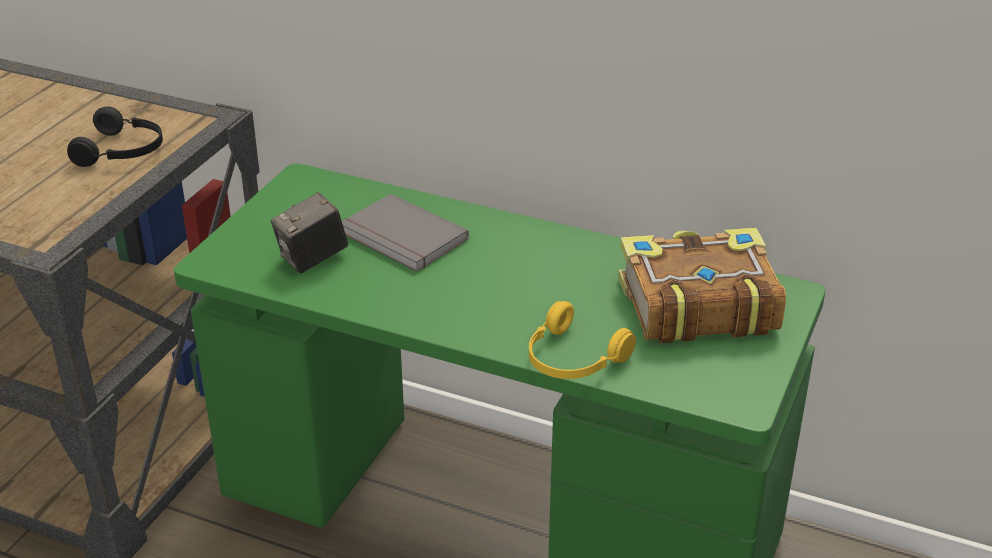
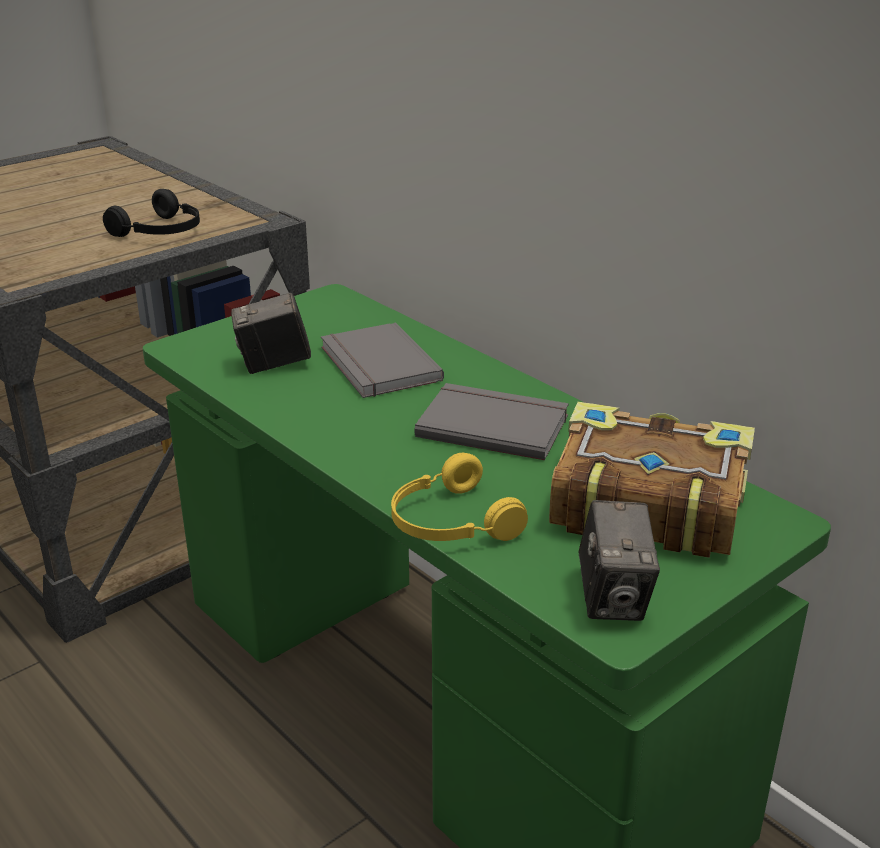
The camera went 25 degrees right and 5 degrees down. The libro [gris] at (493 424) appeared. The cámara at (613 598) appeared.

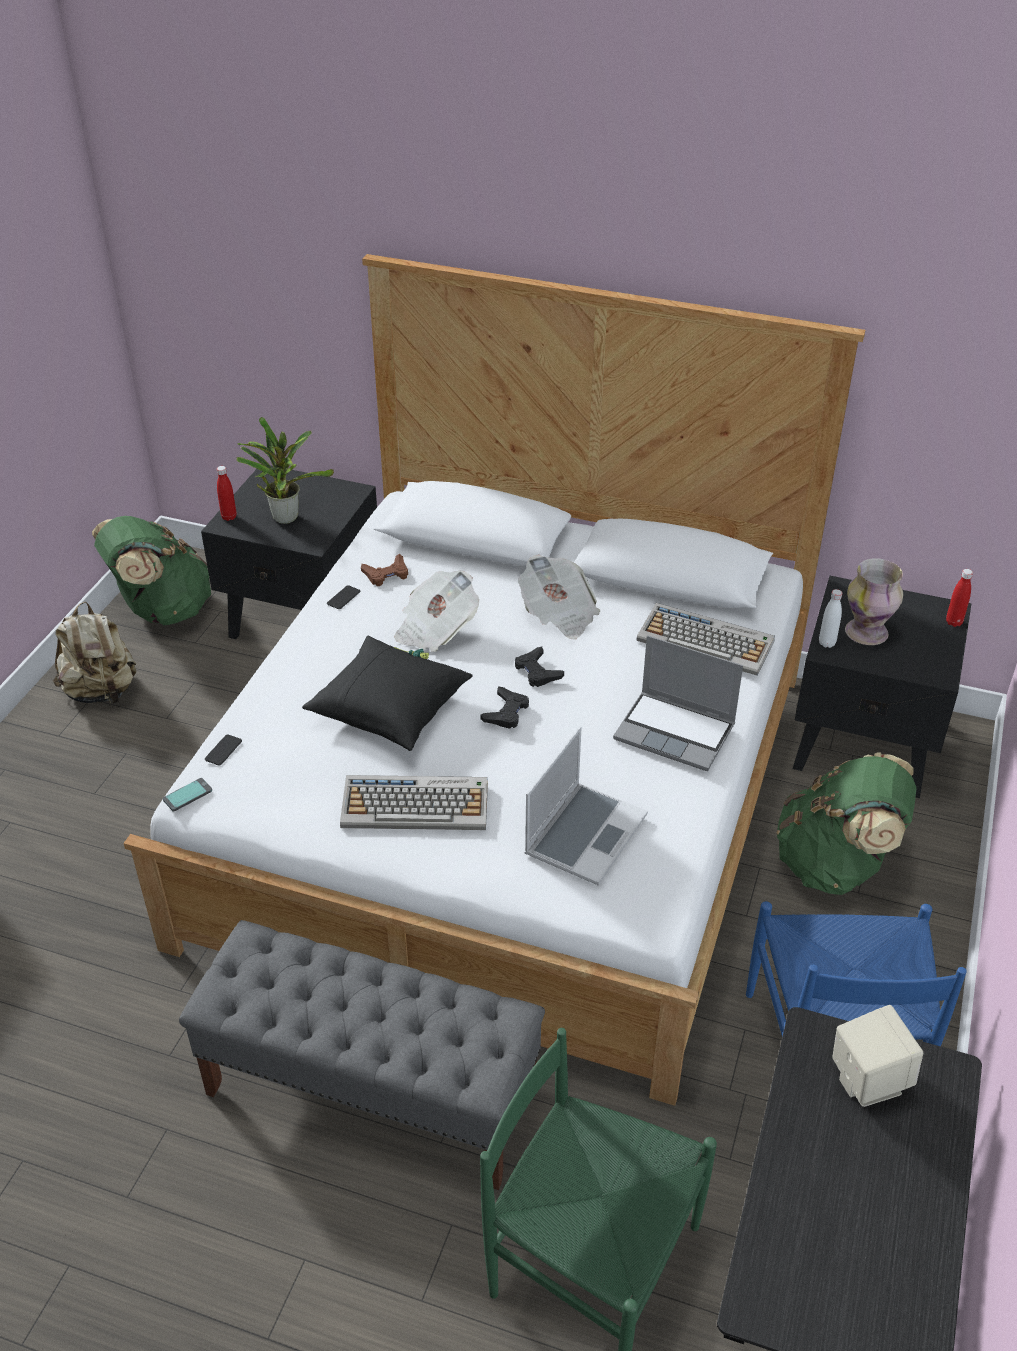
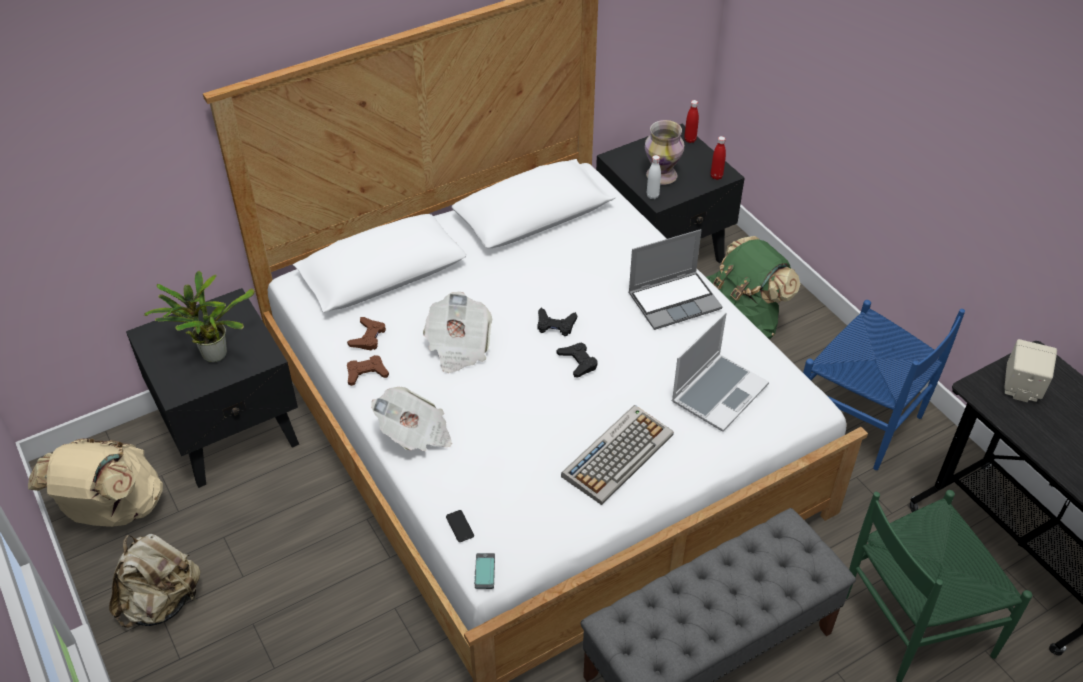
The camera went 50 degrees left and 5 degrees up. The cojín [negro] at (390 709) disappeared. The teclado at (706 641) disappeared. The botella [rojo] moved from (229 517) to (716 176). The periódico moved from (558 614) to (415 434). The móvil at (343 598) was replaced by the mando de consola [marrón] at (366 373). The mochila [verde] at (162 610) became the mochila [beis] at (112 511). The portátil at (585 833) turned 60 degrees clockwise.

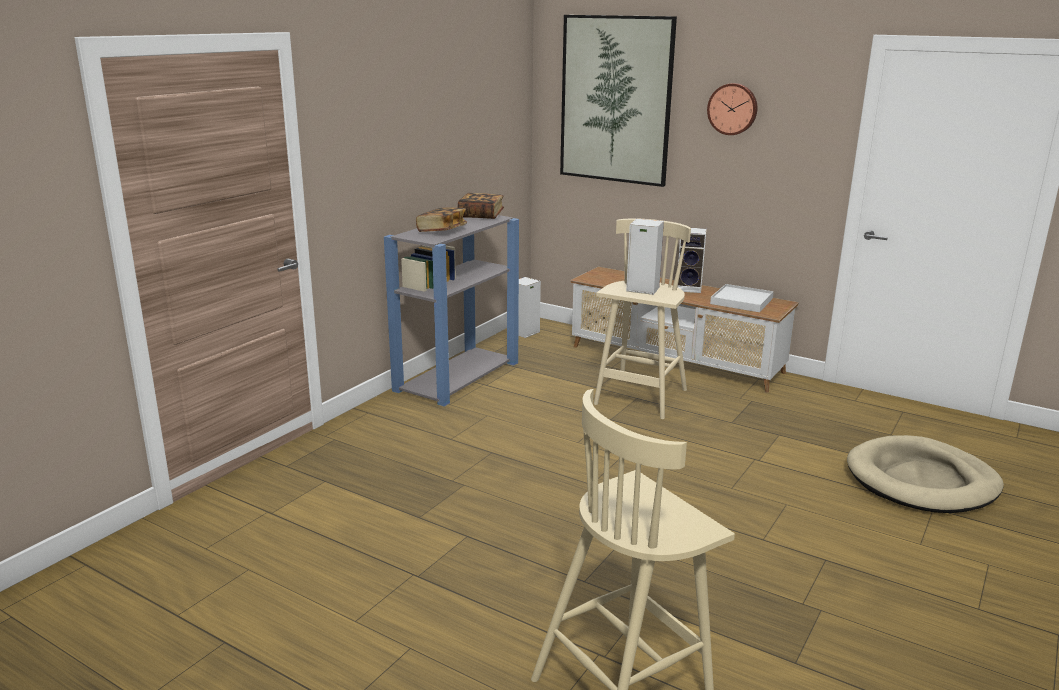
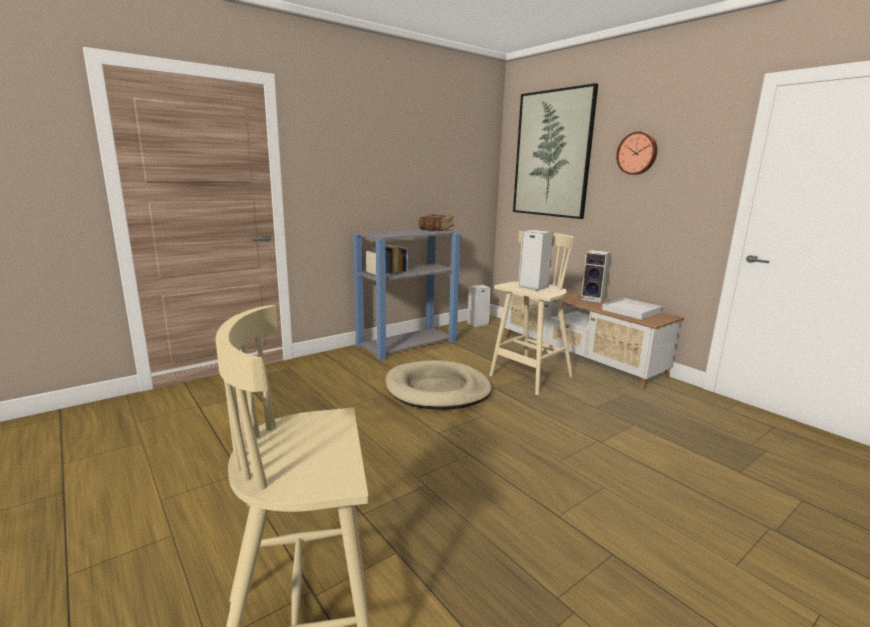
The camera went 20 degrees right and 5 degrees down. The libro at (442 230) disappeared. The cama para perro [beis] moved from (921 481) to (437 390).

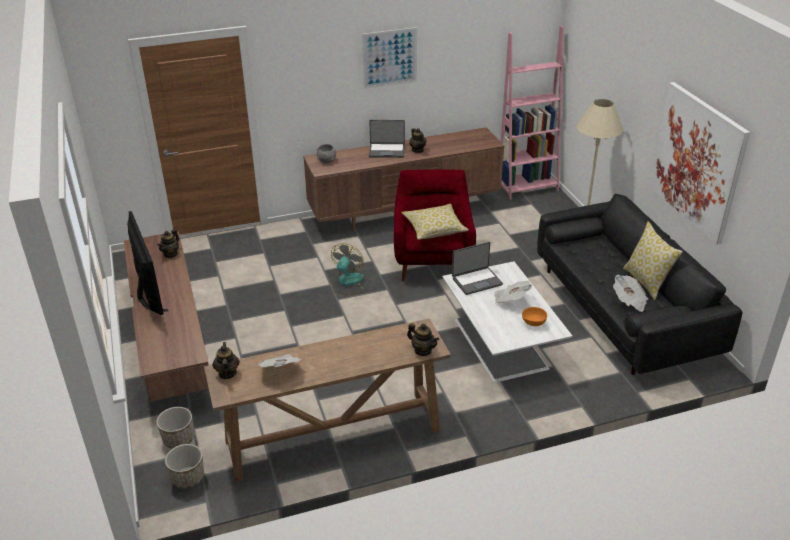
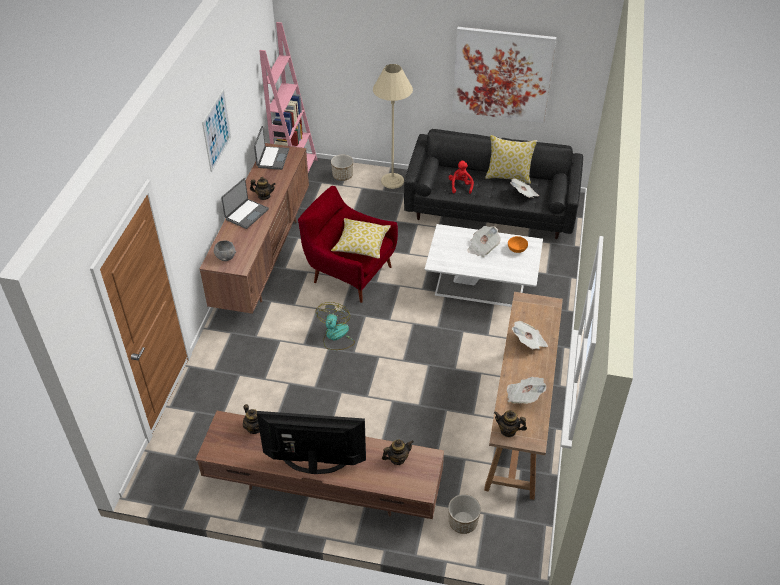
The camera went 60 degrees left and 10 degrees up. The peluche [rojo] at (460 186) appeared. The periódico at (529 342) appeared. The maceta moved from (188 478) to (342 176). The tetera moved from (423 350) to (397 458). The portátil moved from (476 281) to (272 158). The ventilador at (347 283) turned 45 degrees clockwise.

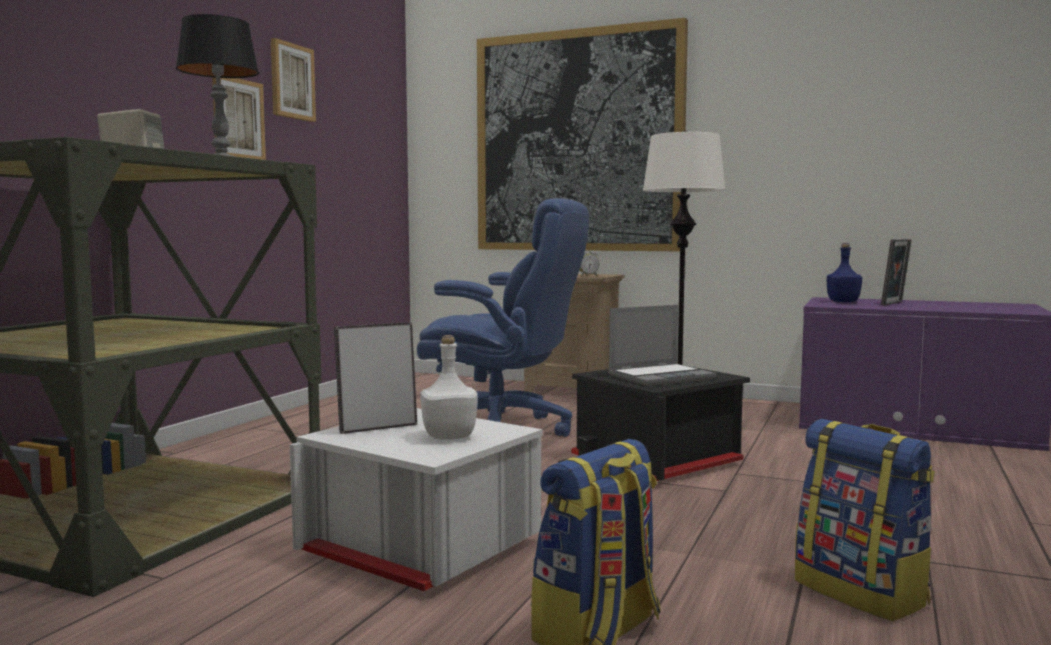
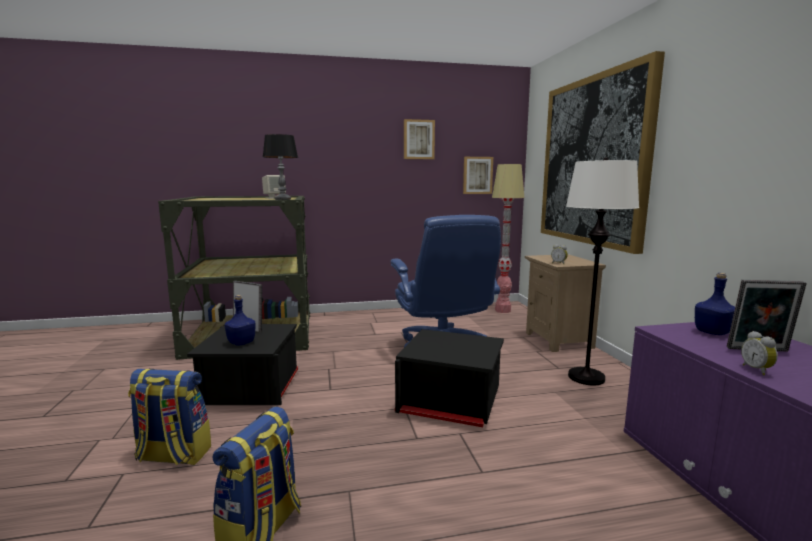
The camera went 55 degrees right and 5 degrees up. The portátil at (661 377) disappeared. The lámpara de pie at (502 310) appeared. The despertador at (757 370) appeared. The cuadro moved from (237 119) to (477 175). The caja de almacenaje [blanco] at (420 549) became the caja de almacenaje [negro] at (249 389). The botella [blanco] at (450 437) became the botella [azul] at (241 343).

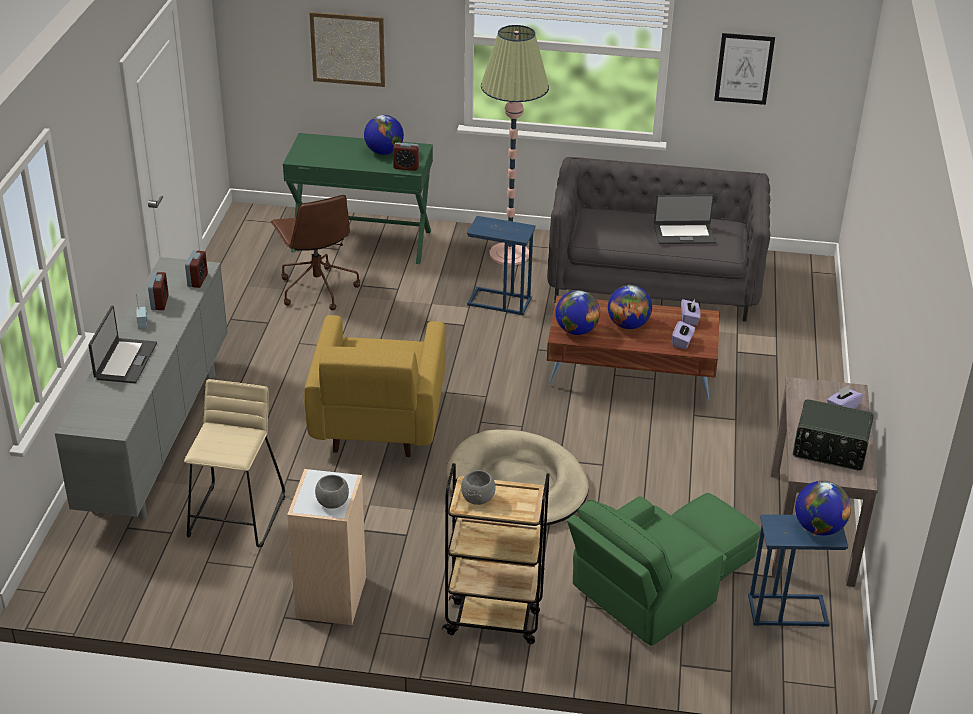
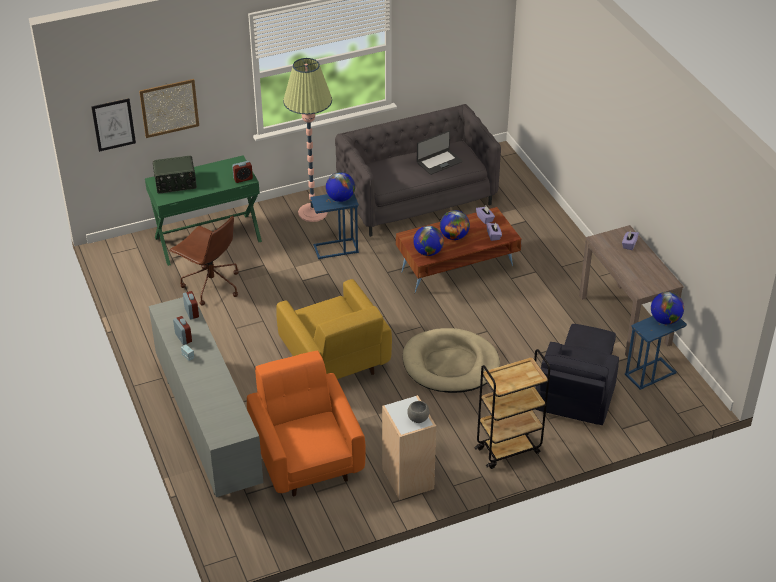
The camera went 30 degrees left and 5 degrees up. The portátil at (125 361) disappeared. The cuenco [gris] at (478 499) disappeared. The globo terráqueo moved from (384 152) to (340 198). The cuadro moved from (744 68) to (113 124). The radio moved from (829 450) to (175 183). The taburete [beis] at (237 516) was replaced by the sillón [naranja] at (306 456). The sillón [verde] at (658 589) became the sillón [negro] at (577 391).

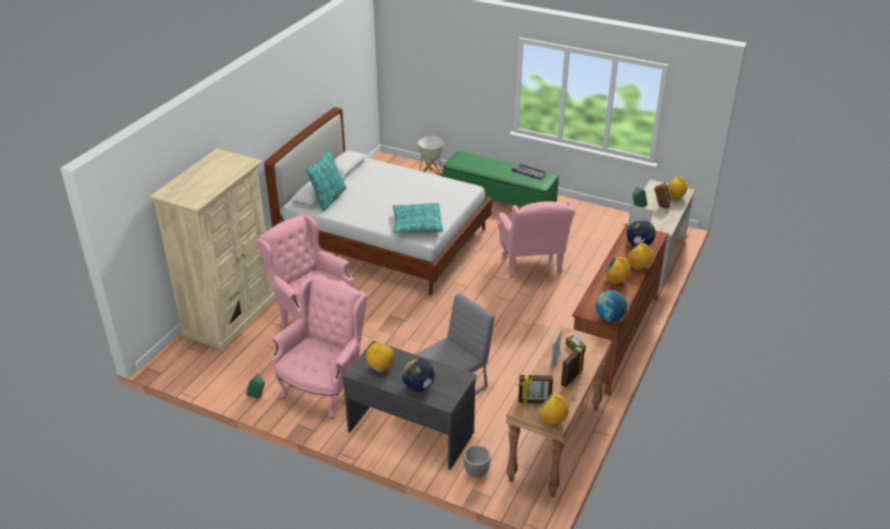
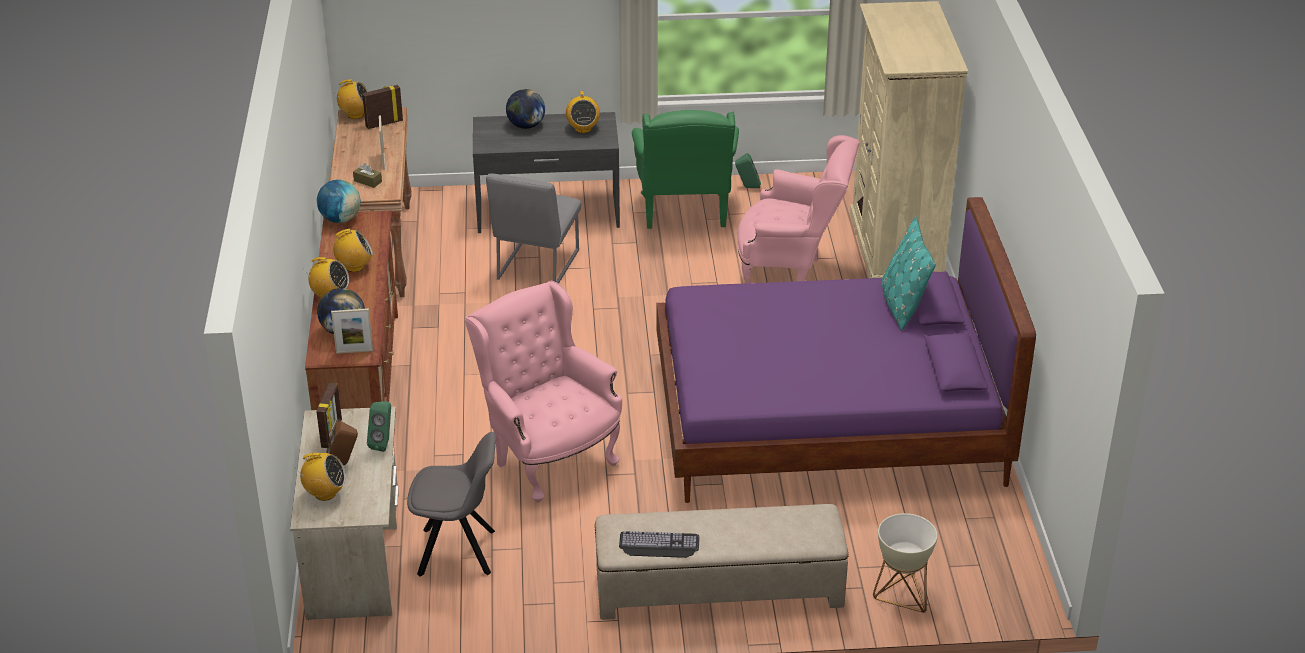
The camera went 150 degrees right and 0 degrees up. The cojín [turquesa] at (417 225) disappeared. The maceta at (476 472) disappeared. The silla [gris] at (457 552) appeared. The portarretratos moved from (571 378) to (332 434). The cama [blanco] at (385 240) became the cama [morado] at (827 422). The sillón [rosa] at (324 388) became the sillón [verde] at (685 217). The banco [verde] at (499 197) became the banco [beis] at (717 588).

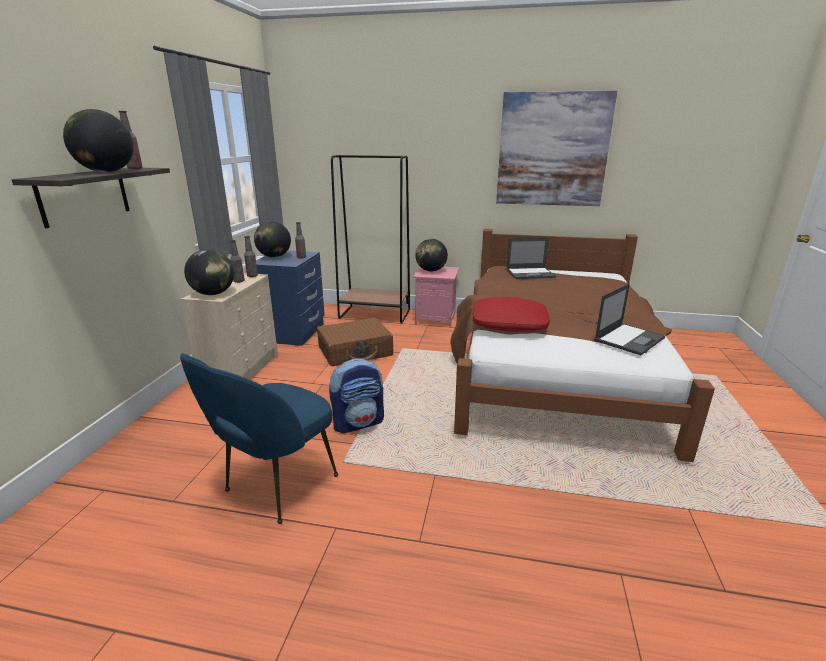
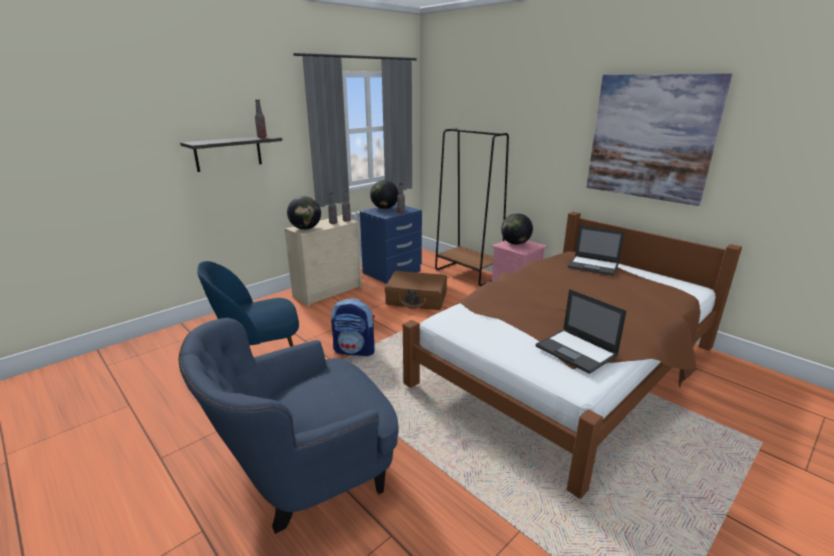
The camera went 35 degrees right and 0 degrees up. The globo terráqueo at (107 172) disappeared. The cojín [rojo] at (509 324) disappeared. The sillón [azul] at (304 474) appeared. The portátil at (629 339) turned 60 degrees clockwise.

